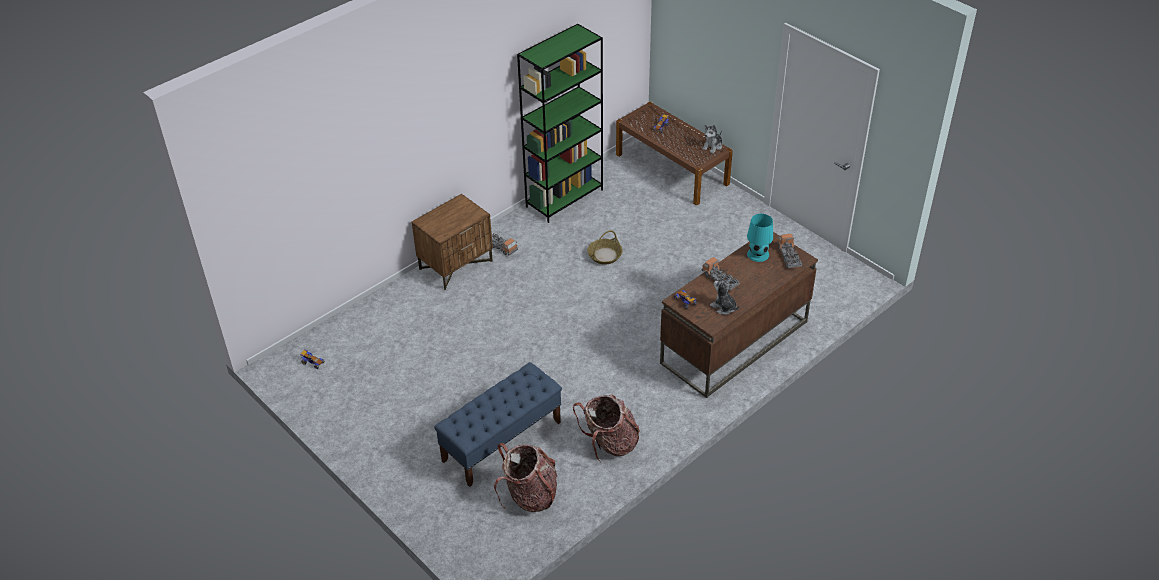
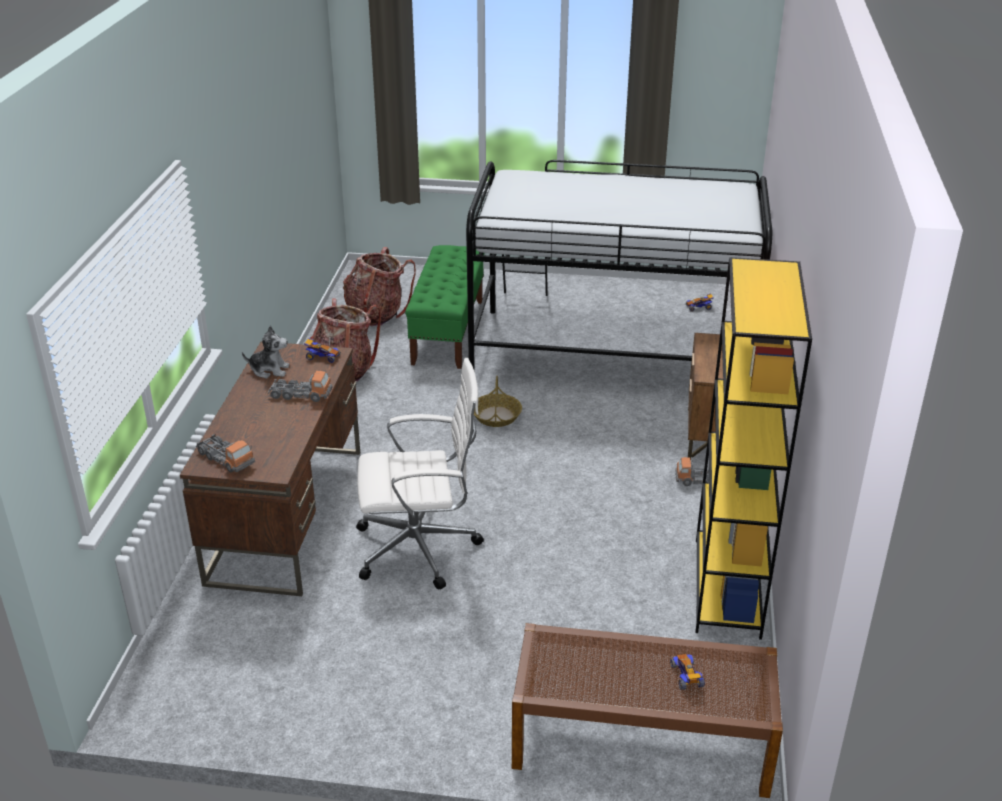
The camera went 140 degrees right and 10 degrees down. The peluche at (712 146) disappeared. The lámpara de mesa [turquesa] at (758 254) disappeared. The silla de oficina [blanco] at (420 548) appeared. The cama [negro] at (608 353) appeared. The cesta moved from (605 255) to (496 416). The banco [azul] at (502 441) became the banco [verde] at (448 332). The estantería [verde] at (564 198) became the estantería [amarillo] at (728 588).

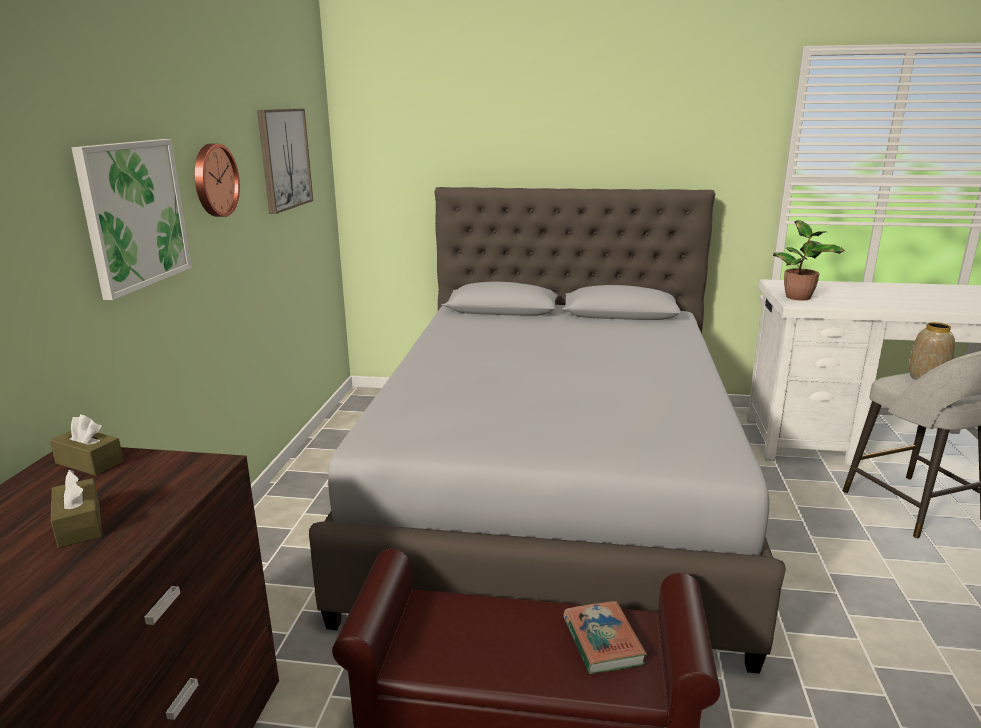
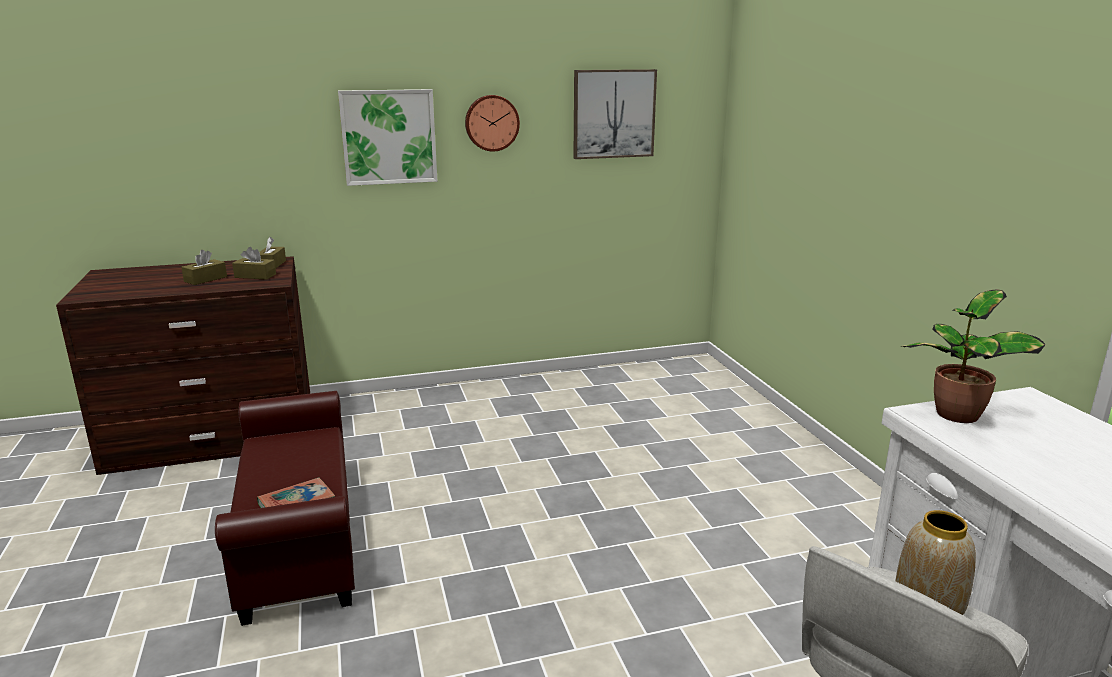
The camera went 65 degrees right and 0 degrees up. The cama [gris] at (554 489) disappeared. The caja de pañuelos [marrón] at (255 276) appeared.

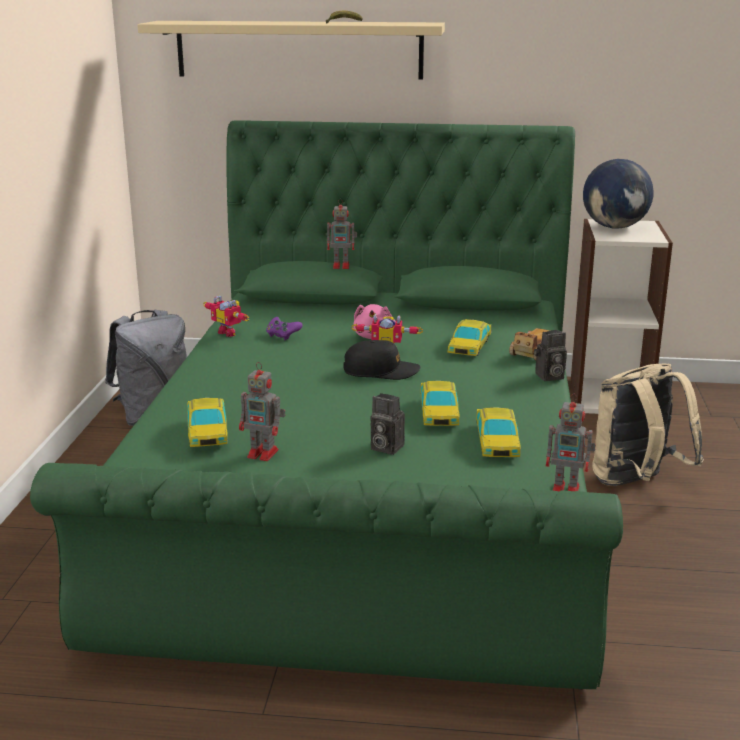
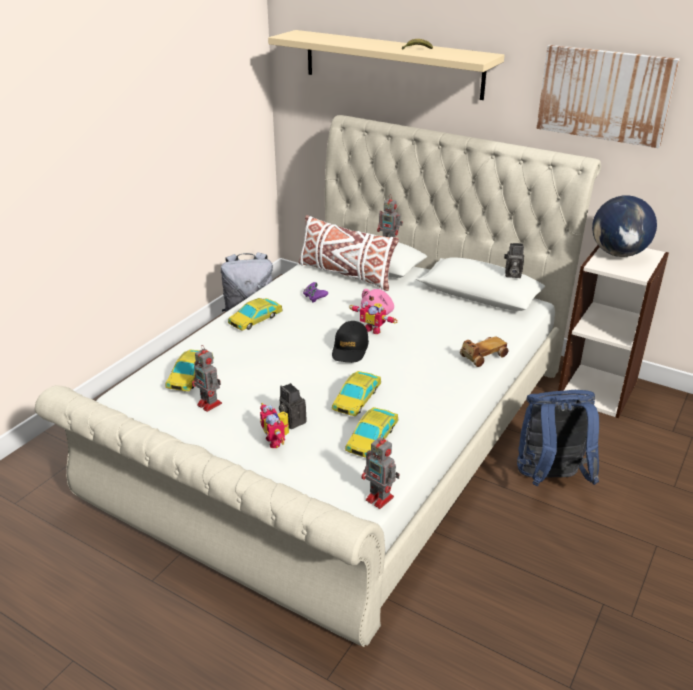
The camera went 25 degrees right and 10 degrees up. The cojín [blanco] at (345 274) appeared. The cuadro at (604 95) appeared. The robot de juguete moved from (230 332) to (277 440). The coche de juguete moved from (469 345) to (255 319). The cámara moved from (549 377) to (512 274). The cama [verde] at (369 488) became the cama [beis] at (346 426). The mochila [beis] at (636 483) became the mochila [azul] at (549 479). The gorra [negro] at (381 371) turned 75 degrees clockwise.

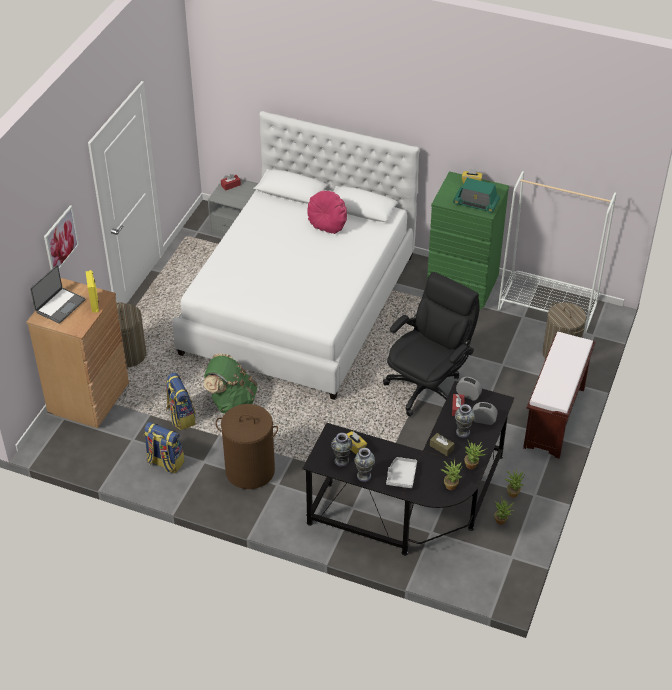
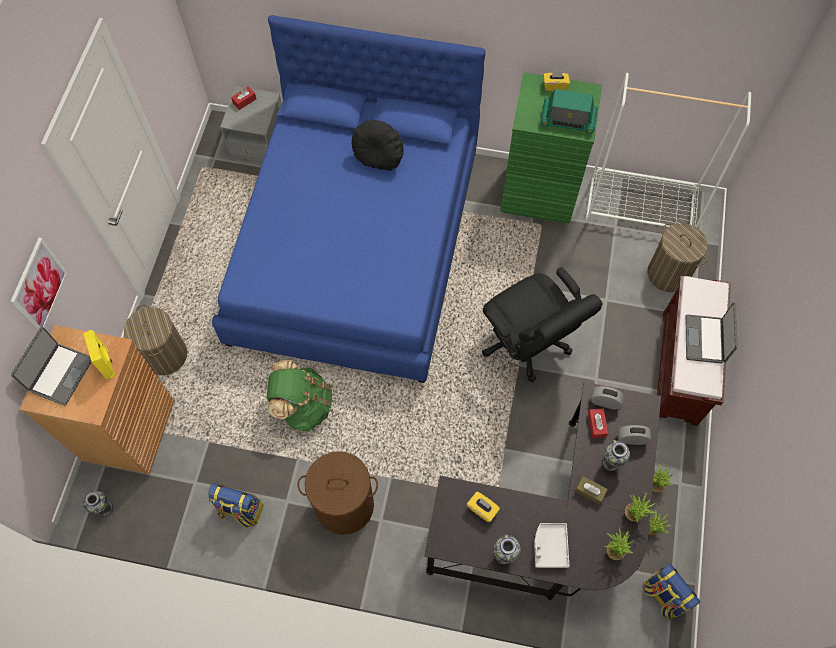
The camera went 10 degrees left and 20 degrees up. The portátil at (705 339) appeared. The mochila moved from (180 417) to (663 595). The florero moved from (341 461) to (105 509). The cama [blanco] at (299 304) became the cama [azul] at (355 247). The cojín [rosa] at (327 227) became the cojín [negro] at (378 160). The silla de oficina [negro] at (428 386) turned 120 degrees clockwise.

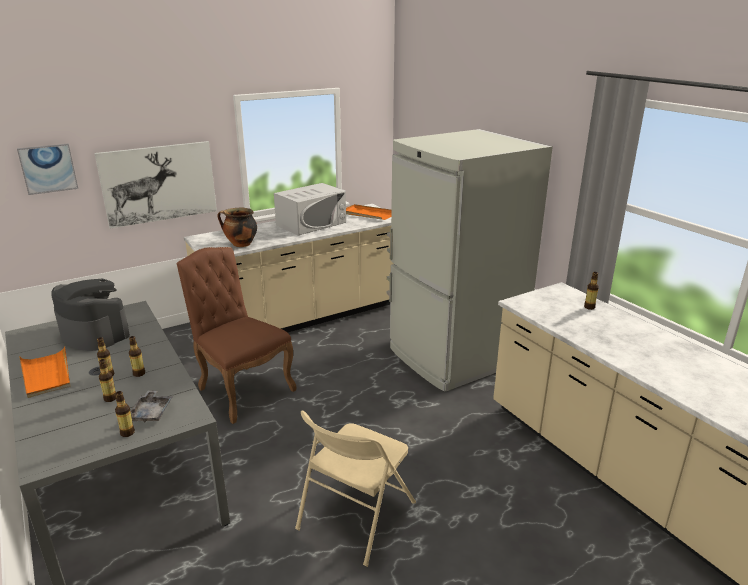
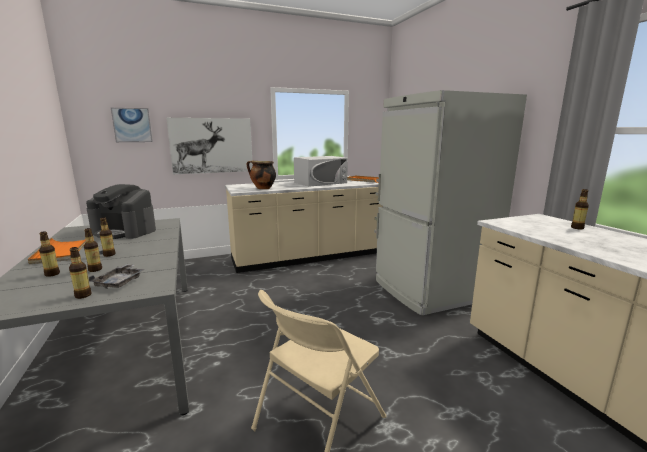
The camera went 10 degrees right and 10 degrees down. The silla [marrón] at (242 390) disappeared. The botella moved from (139 373) to (52 274). The cafetera at (94 333) turned 150 degrees clockwise.

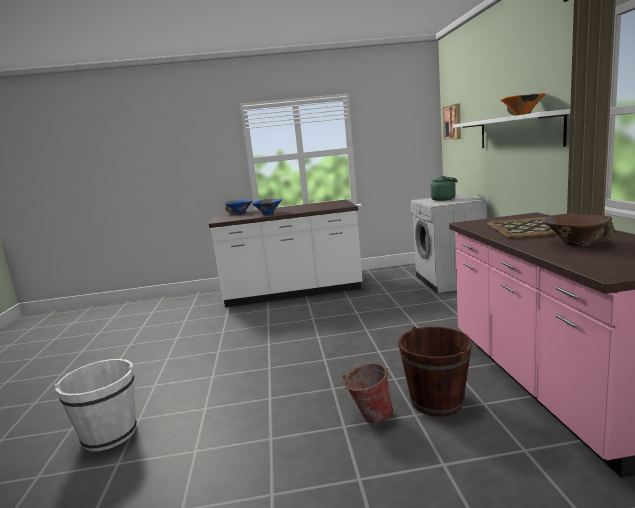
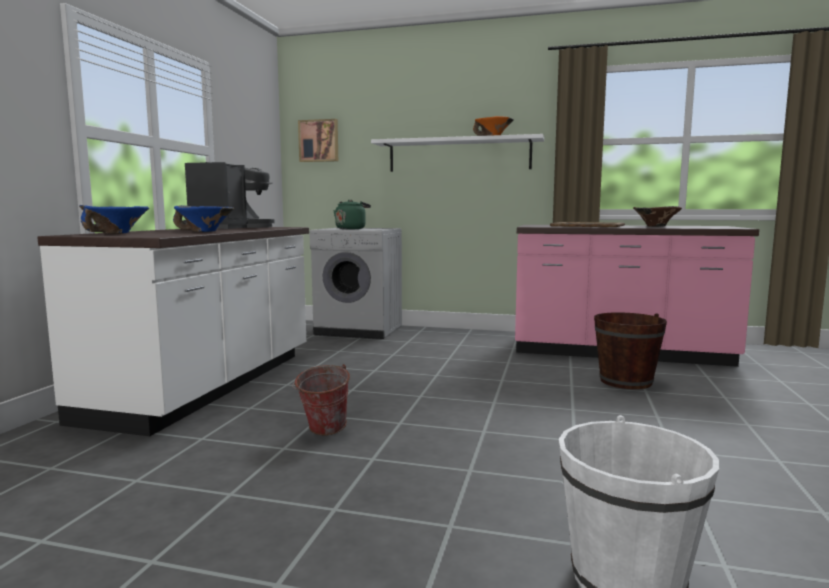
The camera went 70 degrees left and 5 degrees down. The cafetera at (230 228) appeared. The cubo moved from (369 416) to (322 432).

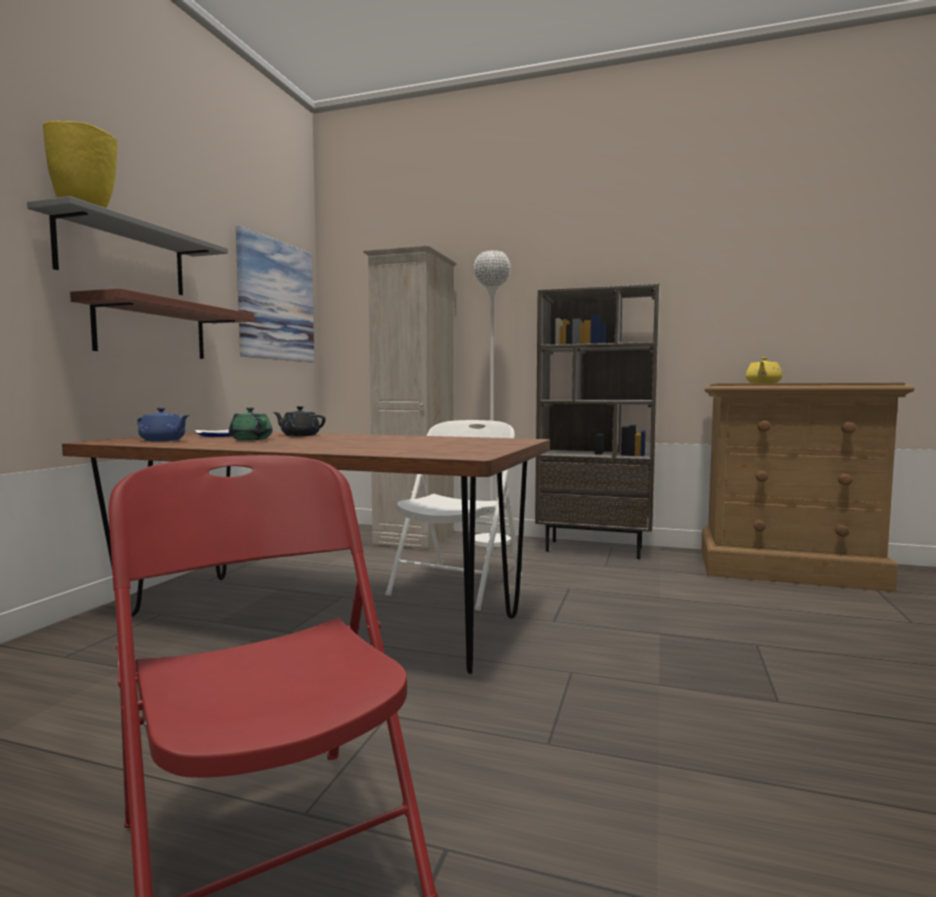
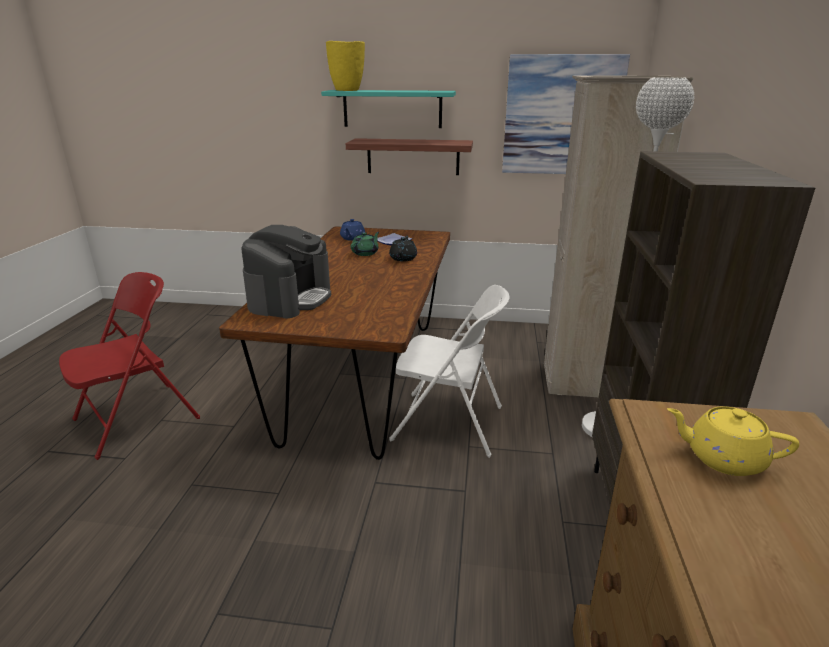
The camera went 80 degrees right and 20 degrees up. The cafetera at (290 298) appeared. The estante [gris] at (123 257) became the estante [turquesa] at (392 109).

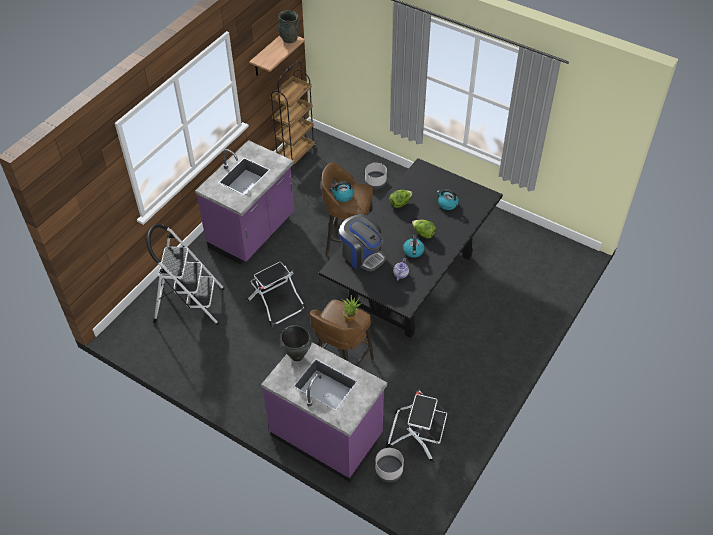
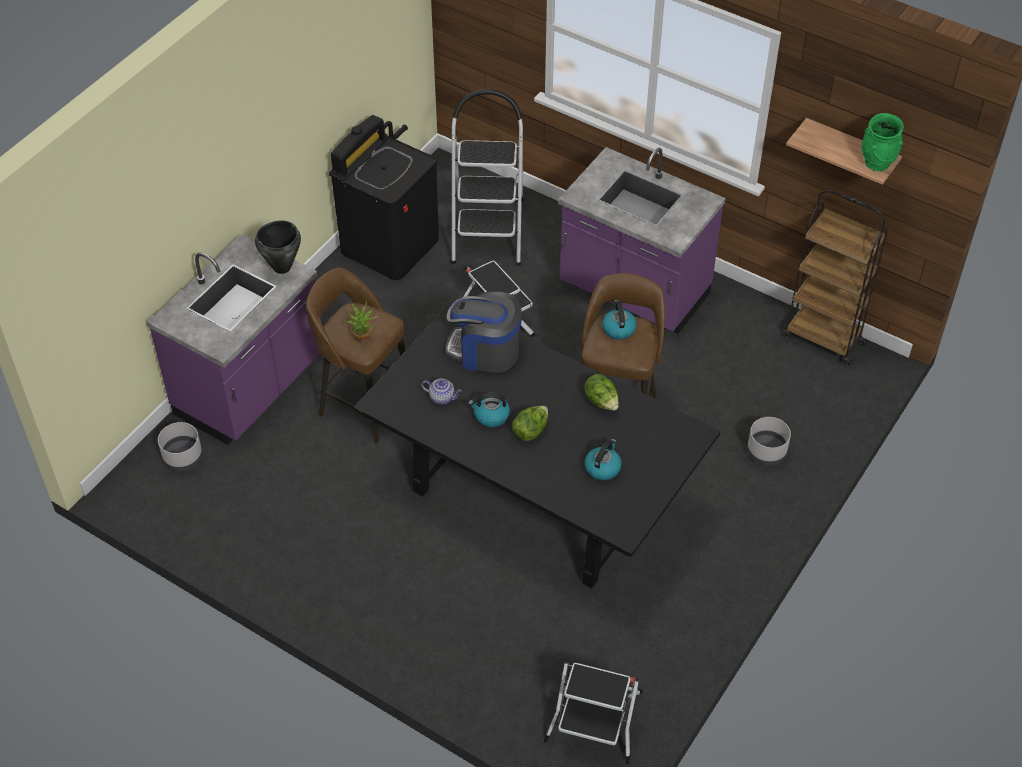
The camera went 90 degrees right and 0 degrees up. The lavadora [negro] at (390 245) appeared. The escalera de tijera moved from (416 434) to (595 718). The florero [gris] at (289 39) became the florero [verde] at (877 162). The cafetera at (362 255) turned 60 degrees clockwise.

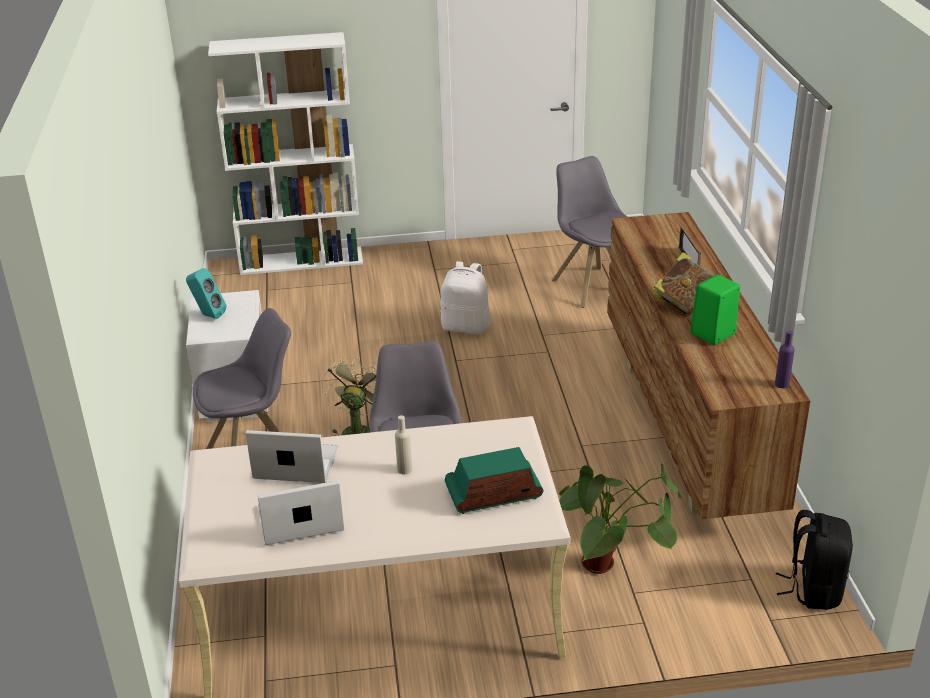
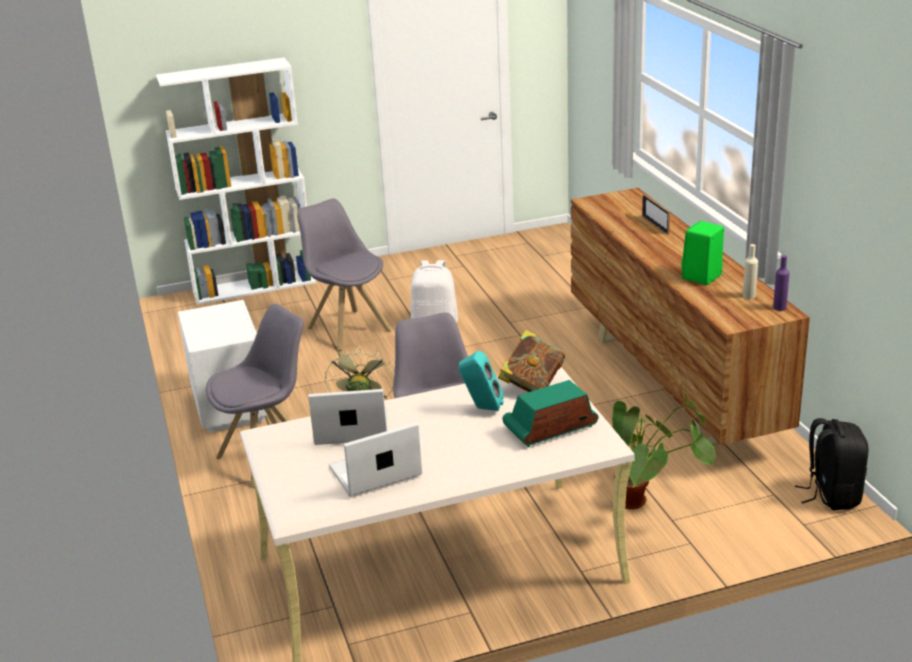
The camera went 10 degrees left and 5 degrees down. The altavoz [turquesa] moved from (208 315) to (482 408). The botella [beis] moved from (404 469) to (749 296). The silla [gris] moved from (591 286) to (348 329). The libro moved from (683 303) to (532 384).

